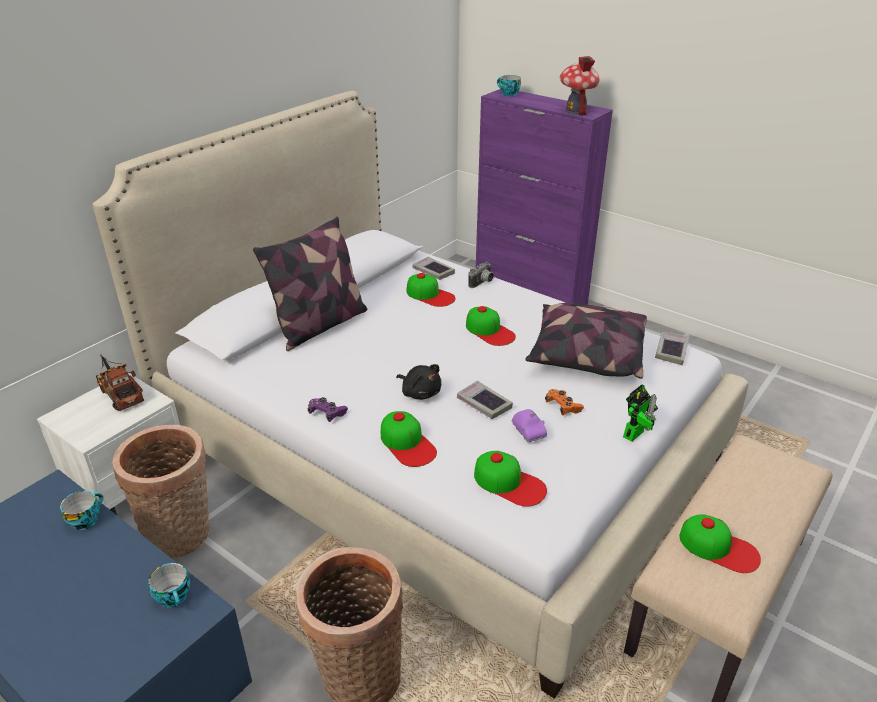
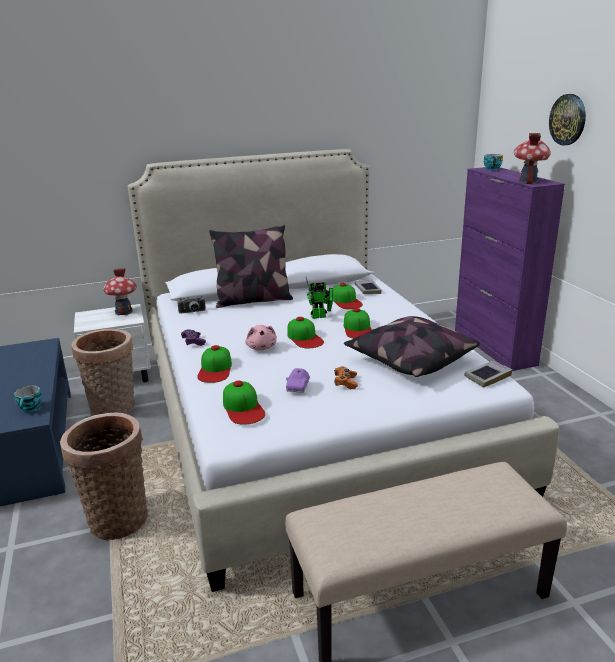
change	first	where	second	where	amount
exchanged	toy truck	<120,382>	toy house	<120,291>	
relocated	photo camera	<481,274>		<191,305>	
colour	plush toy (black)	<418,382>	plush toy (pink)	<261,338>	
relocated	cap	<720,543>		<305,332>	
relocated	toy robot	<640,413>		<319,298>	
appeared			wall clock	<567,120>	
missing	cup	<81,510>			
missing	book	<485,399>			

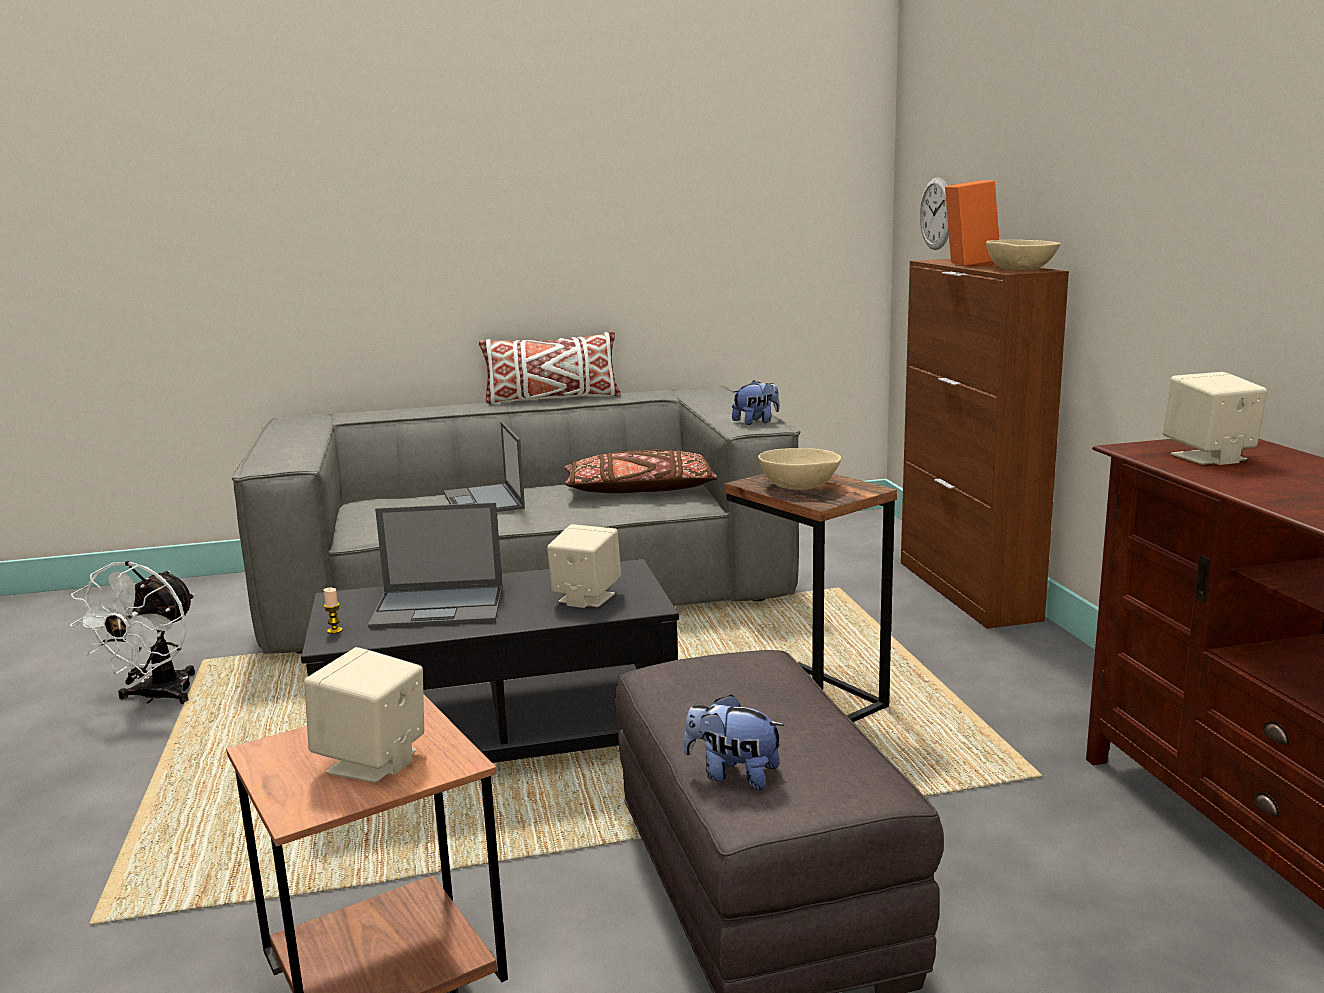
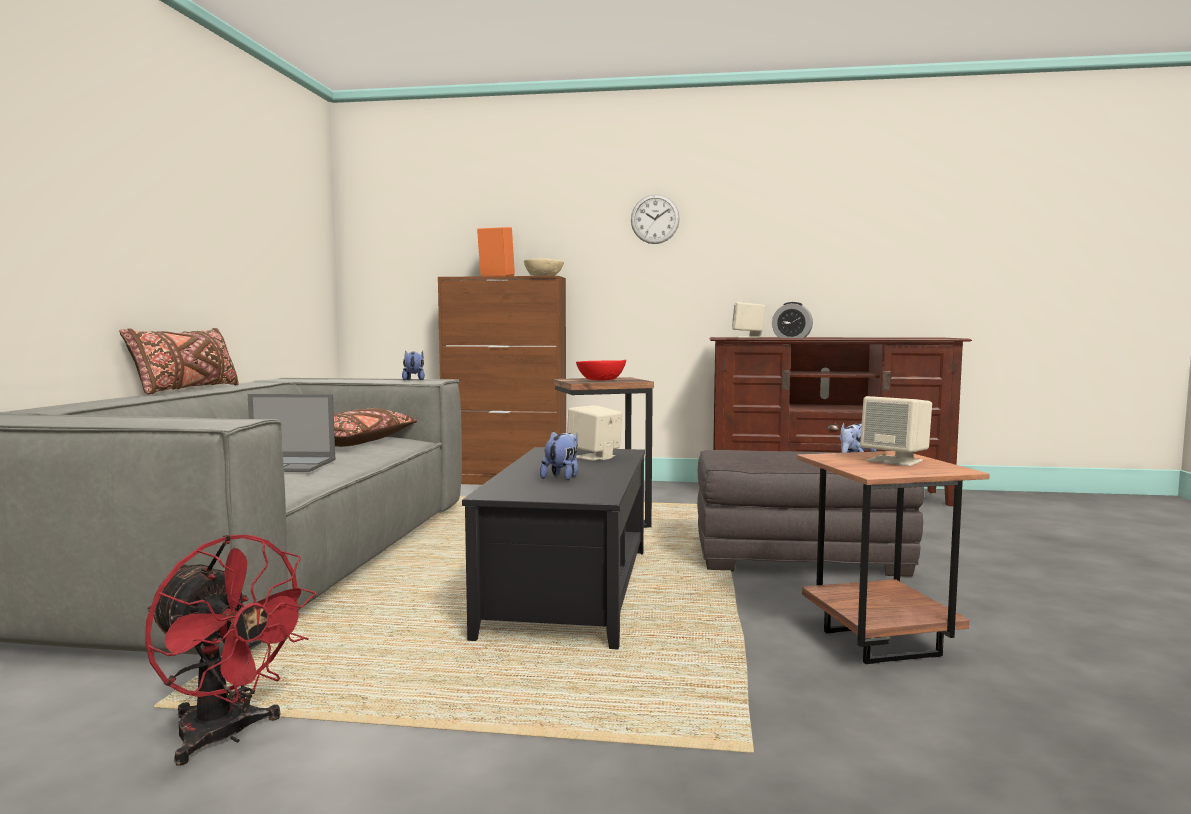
change	first	where	second	where	amount
colour	pillow (white)	<550,367>	pillow (brown)	<179,361>	
colour	fan (white)	<132,632>	fan (red)	<230,650>	
exchanged	laptop	<435,565>	plush toy	<559,455>	
colour	bowl (beige)	<799,469>	bowl (red)	<601,370>	
relocated	wall clock	<934,213>		<655,219>	
appeared			alarm clock	<792,320>	
missing	candle	<333,611>			

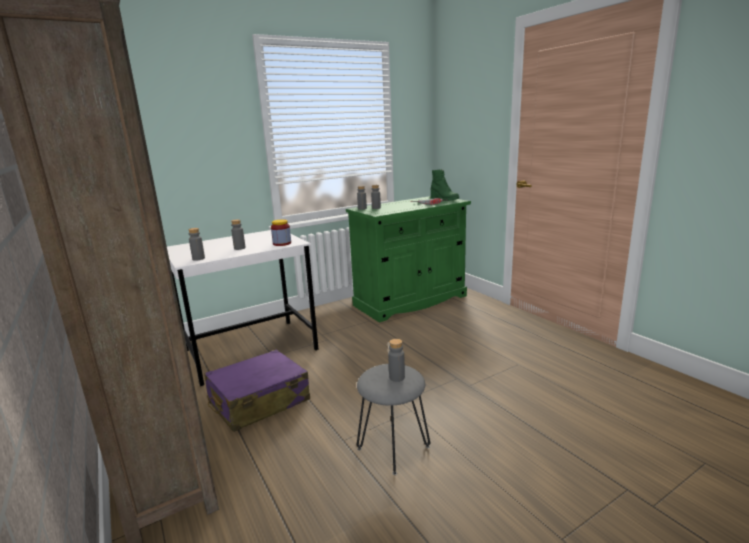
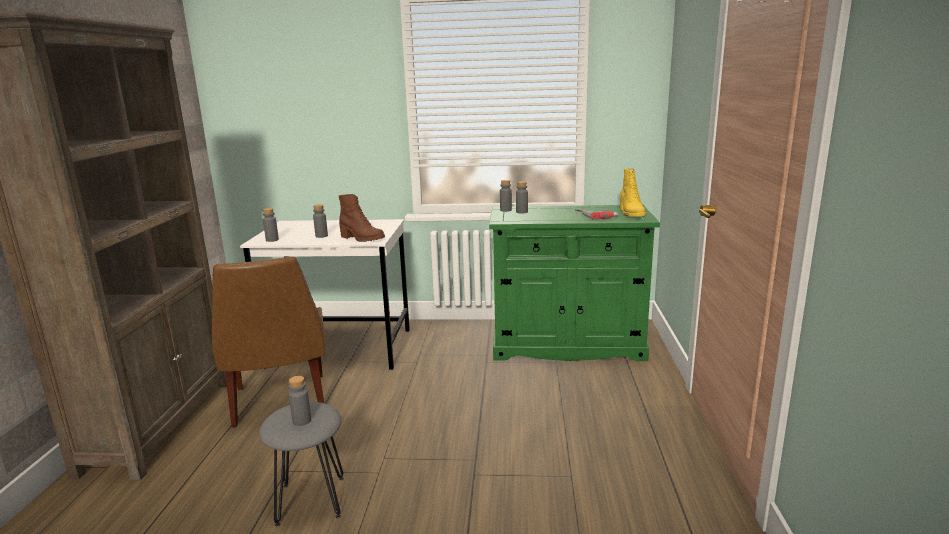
change	first	where	second	where	amount
exchanged	suitcase (purple)	<257,390>	chair (brown)	<268,341>	
exchanged	jar	<281,232>	boot (brown)	<362,218>	
colour	boot (green)	<445,185>	boot (yellow)	<633,193>	

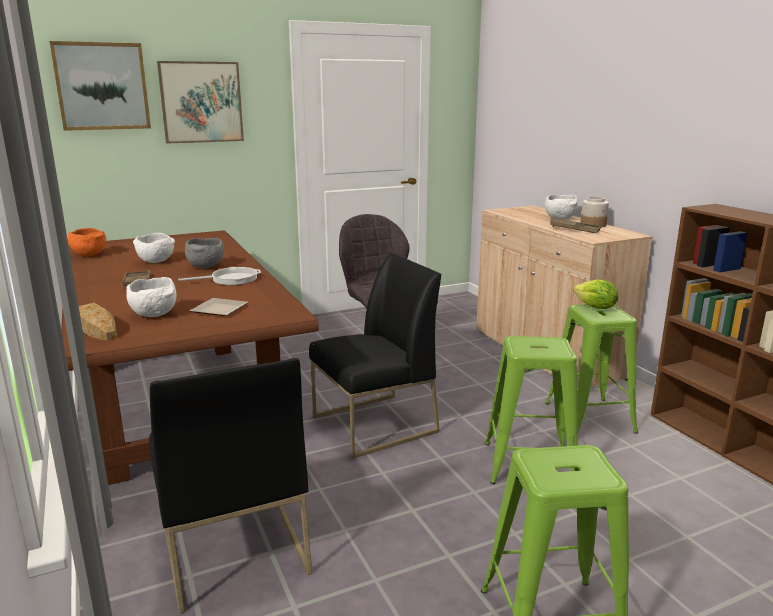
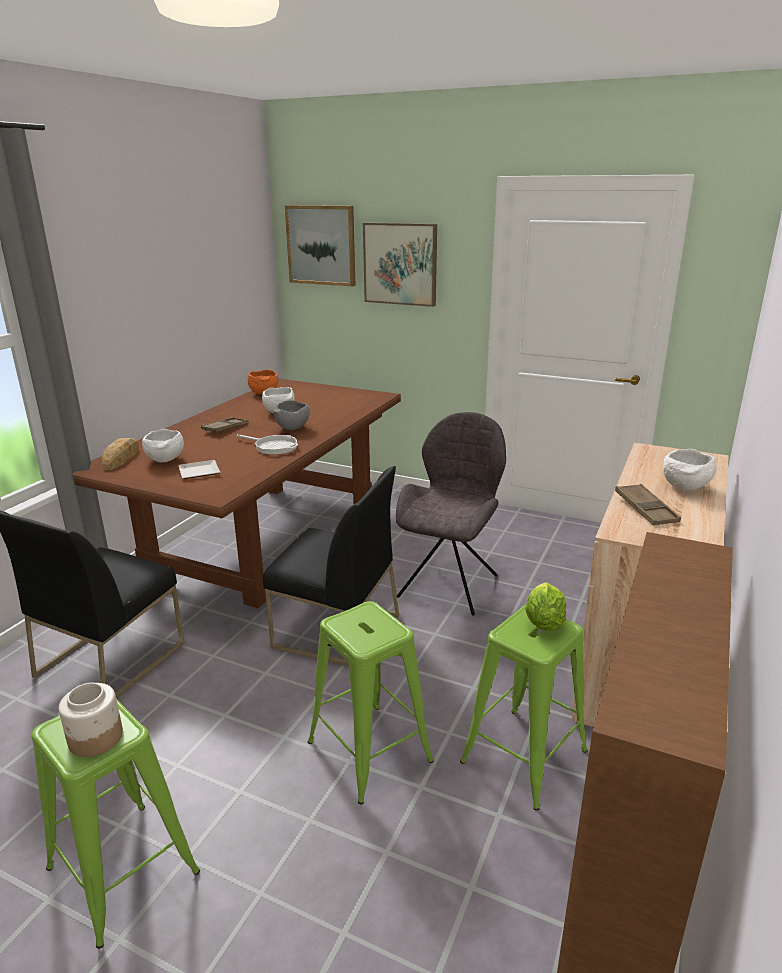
change	first	where	second	where	amount
relocated	jar	<595,212>		<91,720>	

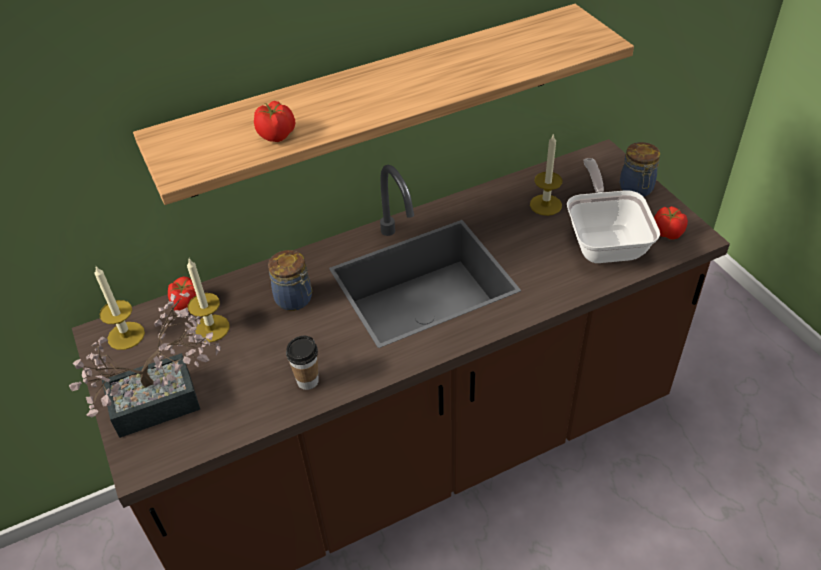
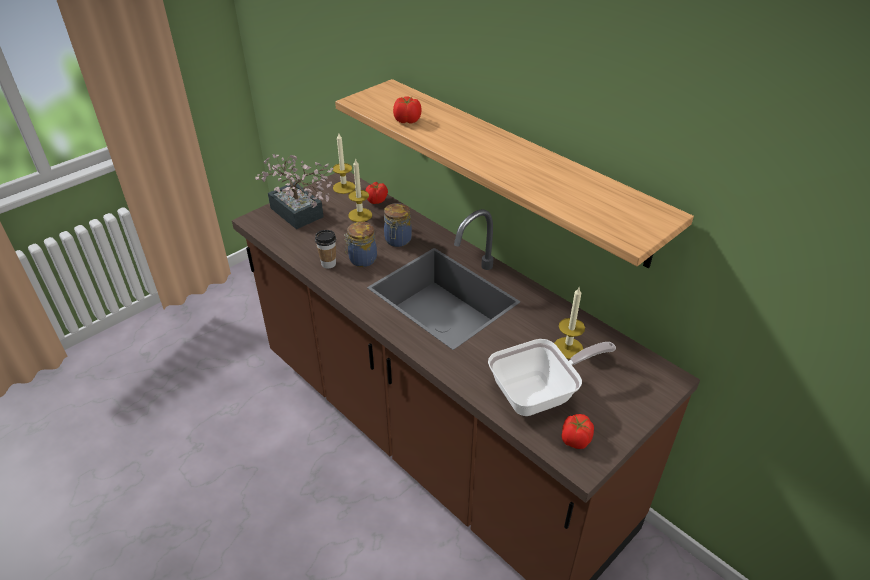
change	first	where	second	where	amount
relocated	jar	<640,169>		<360,244>	

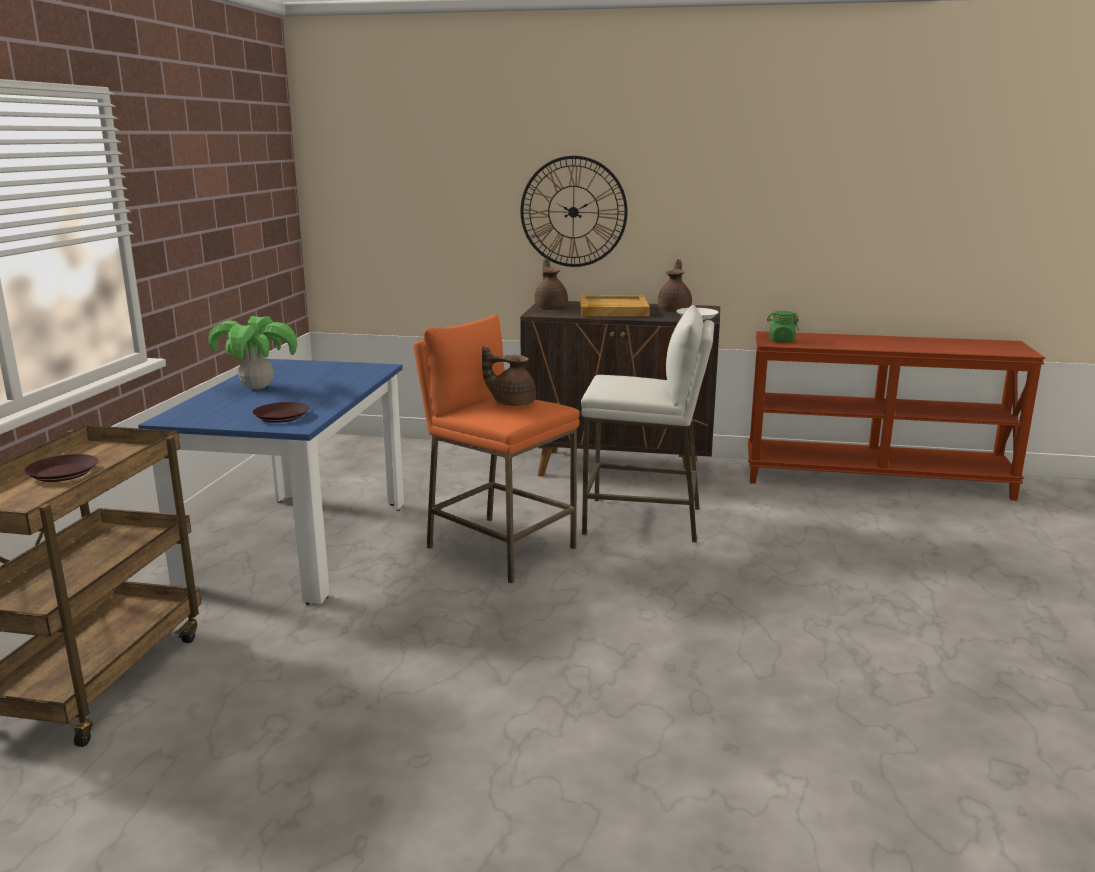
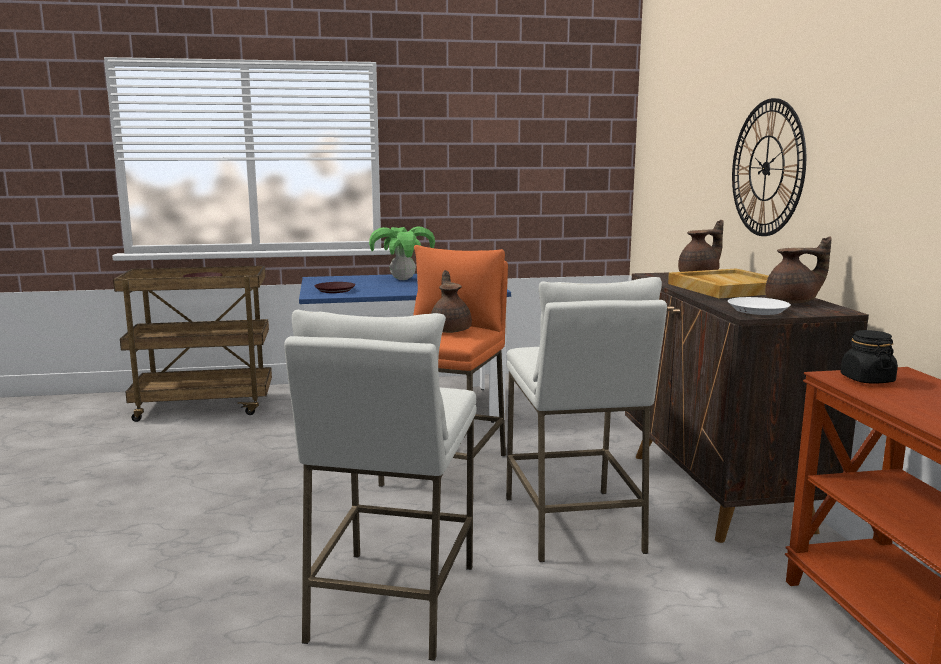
change	first	where	second	where	amount
appeared			stool (white)	<380,485>	
colour	jar (green)	<783,326>	jar (black)	<869,357>	

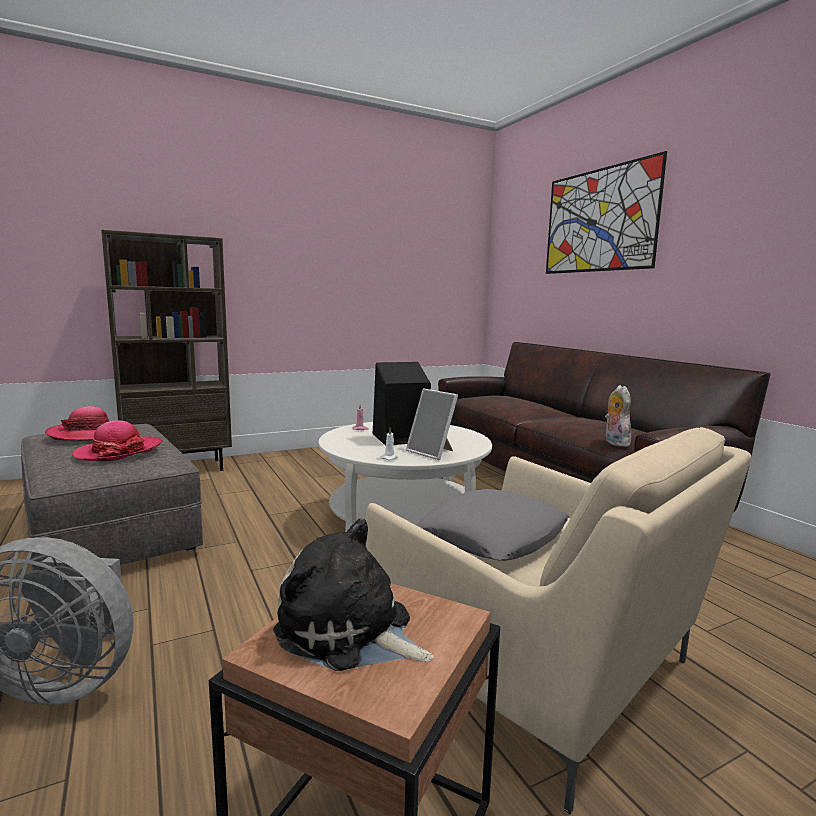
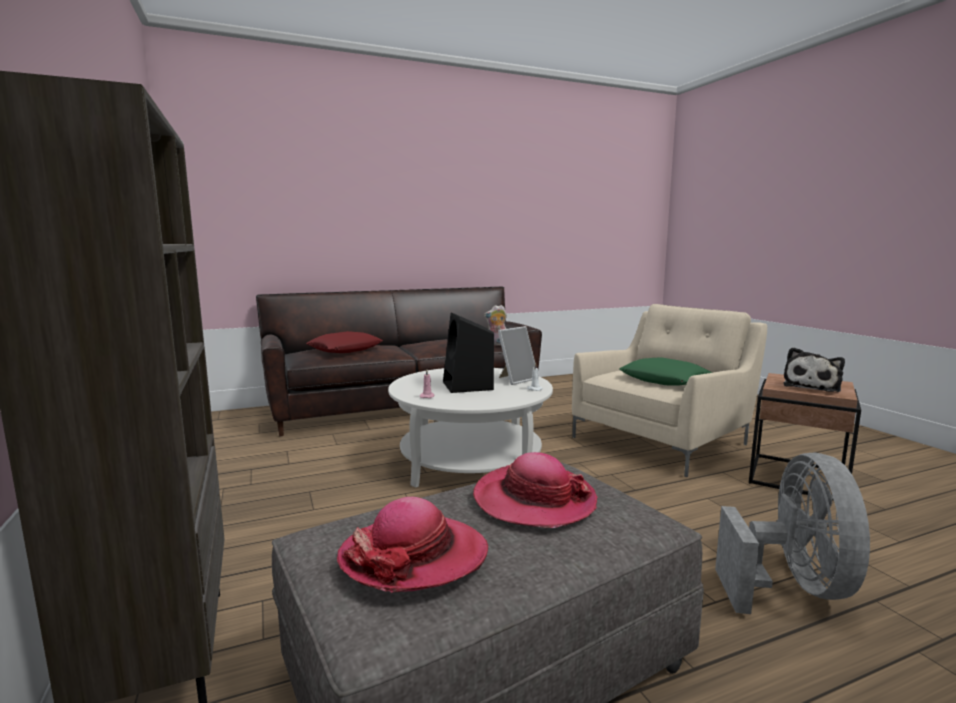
change	first	where	second	where	amount
appeared			pillow (red)	<344,342>	
colour	pillow (grey)	<492,525>	pillow (green)	<665,371>	
missing	picture	<606,212>			

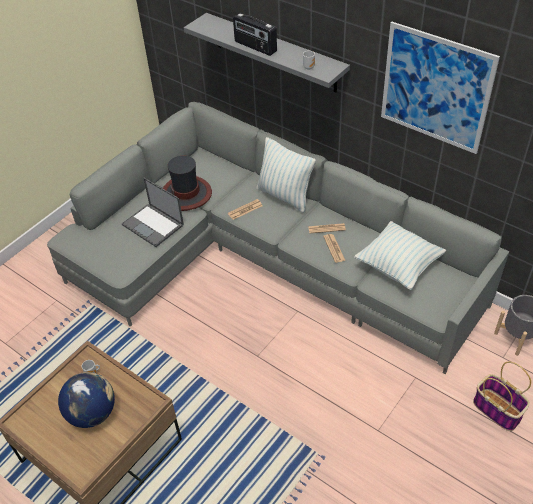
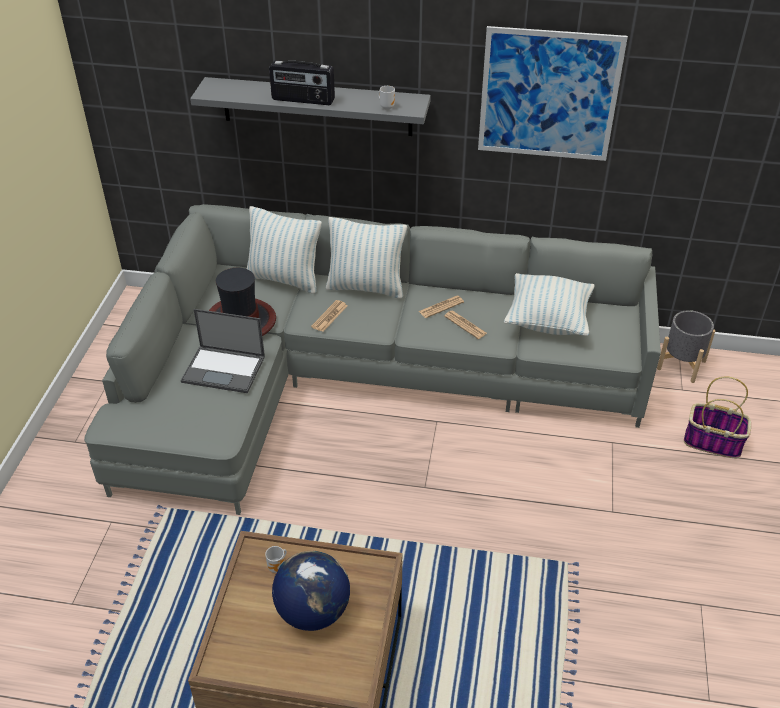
change	first	where	second	where	amount
appeared			pillow	<284,250>	

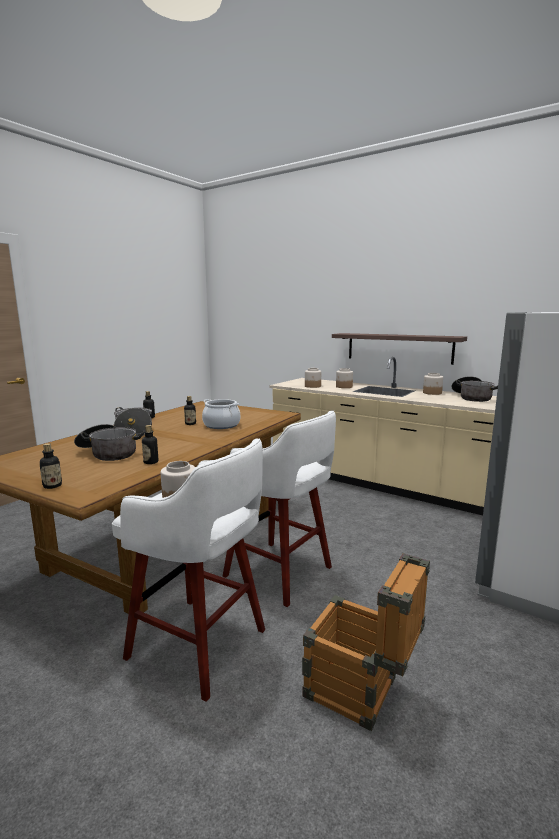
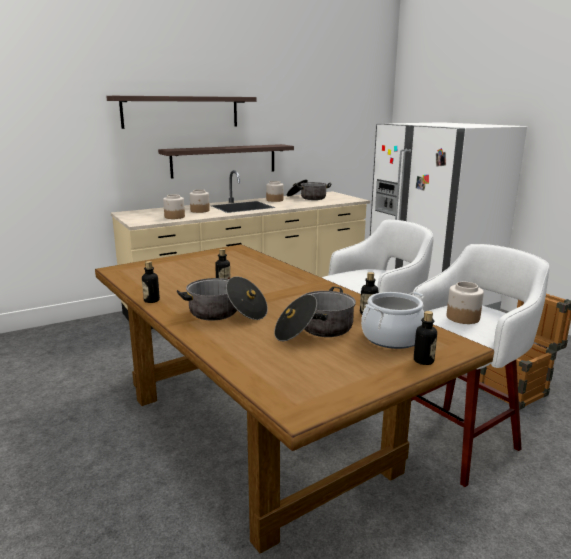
change	first	where	second	where	amount
appeared			shelf	<181,112>	
relocated	cooking pot	<221,414>		<392,320>	

